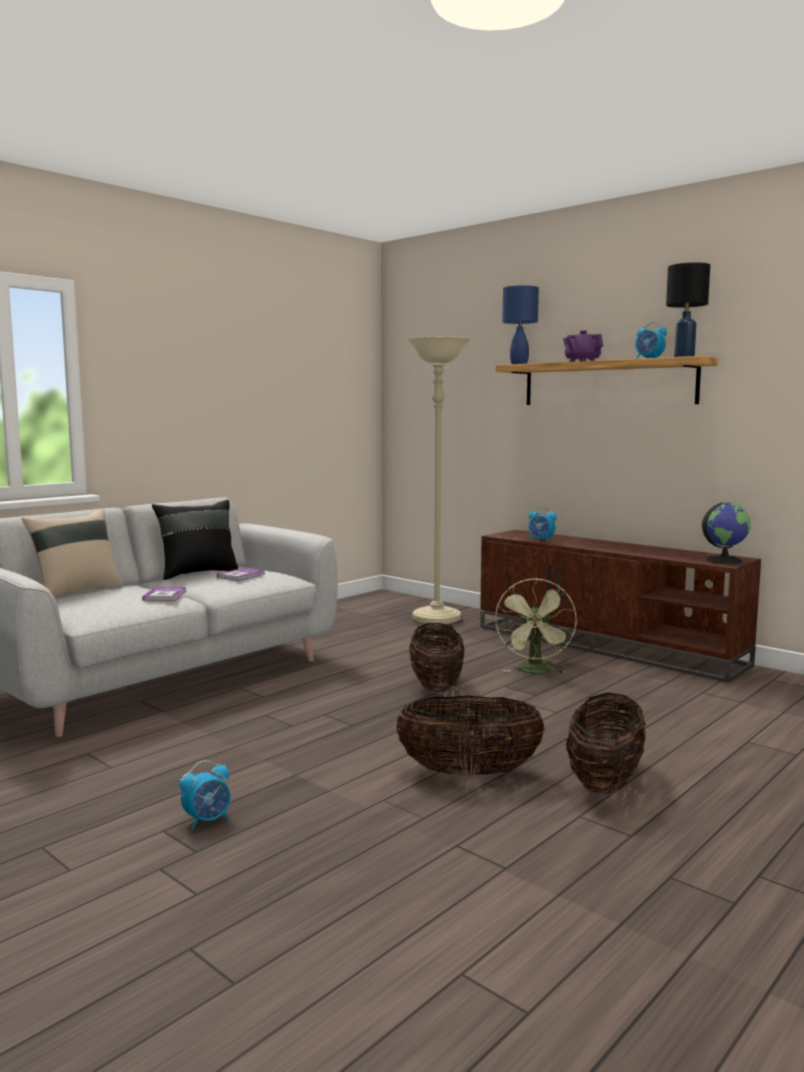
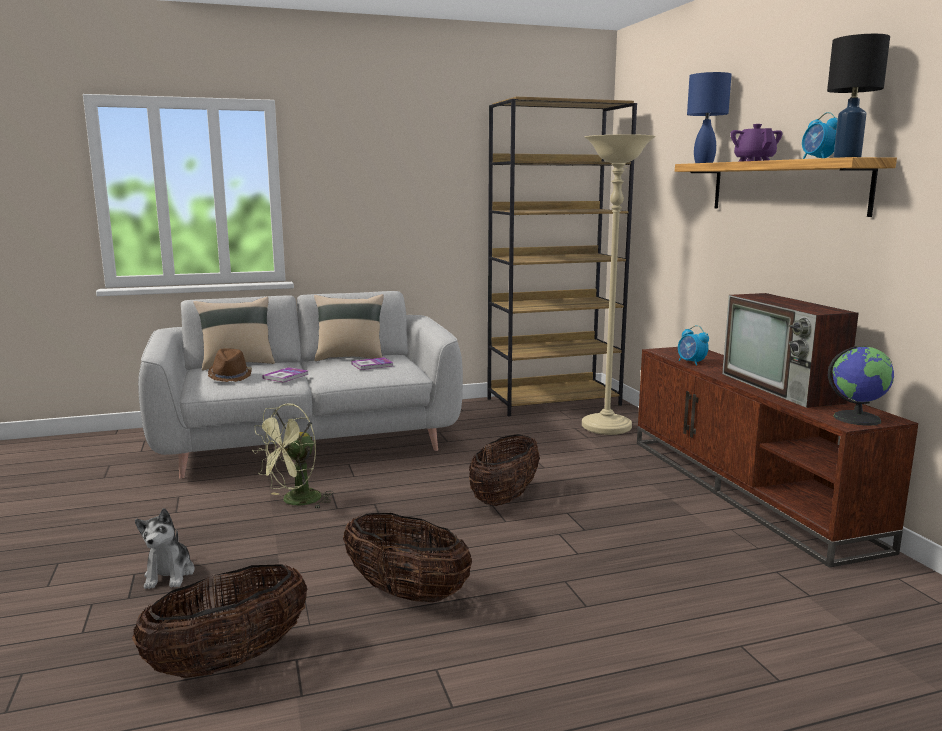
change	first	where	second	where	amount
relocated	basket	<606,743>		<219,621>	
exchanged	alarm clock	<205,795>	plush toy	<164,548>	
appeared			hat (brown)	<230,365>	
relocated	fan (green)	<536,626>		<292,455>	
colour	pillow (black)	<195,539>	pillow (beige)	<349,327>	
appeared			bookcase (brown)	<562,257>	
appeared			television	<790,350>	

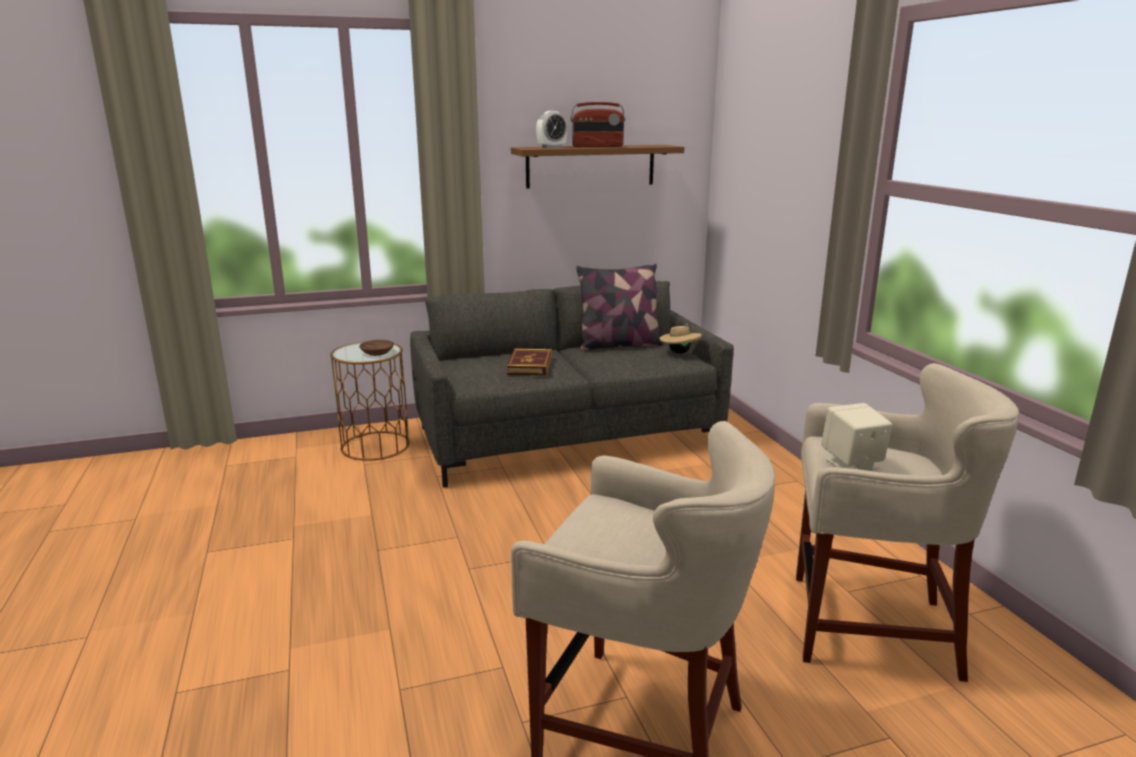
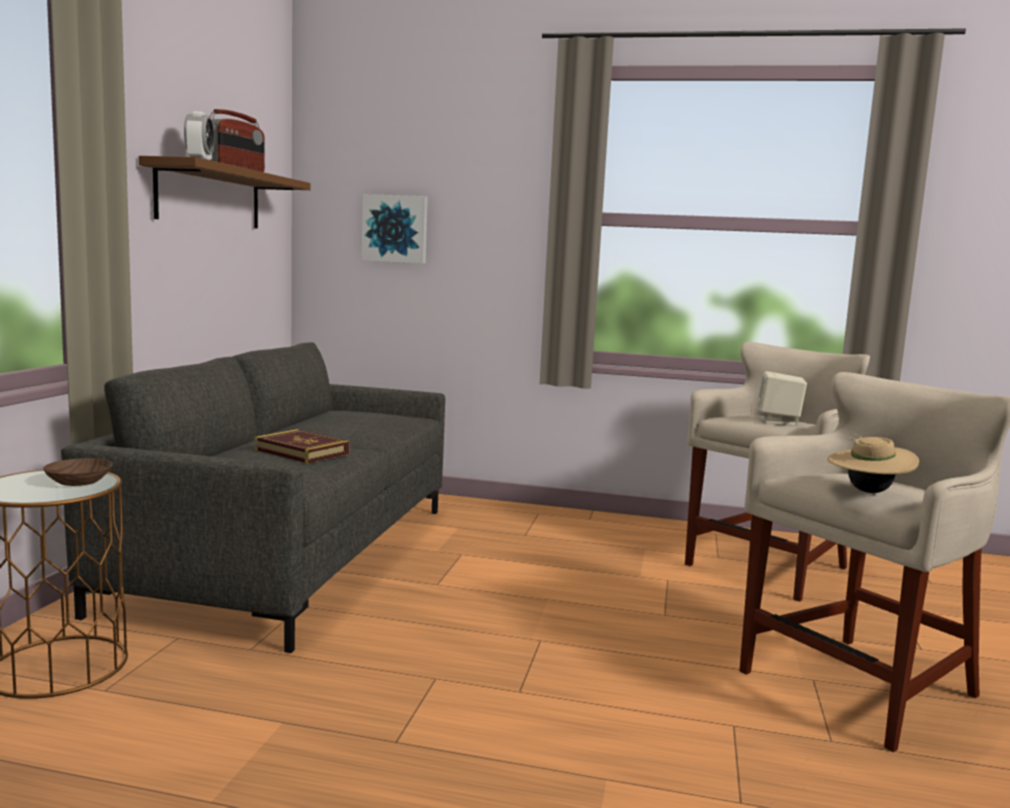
change	first	where	second	where	amount
appeared			picture	<395,229>	
relocated	hat (beige)	<680,338>		<873,463>	
missing	pillow	<619,307>			

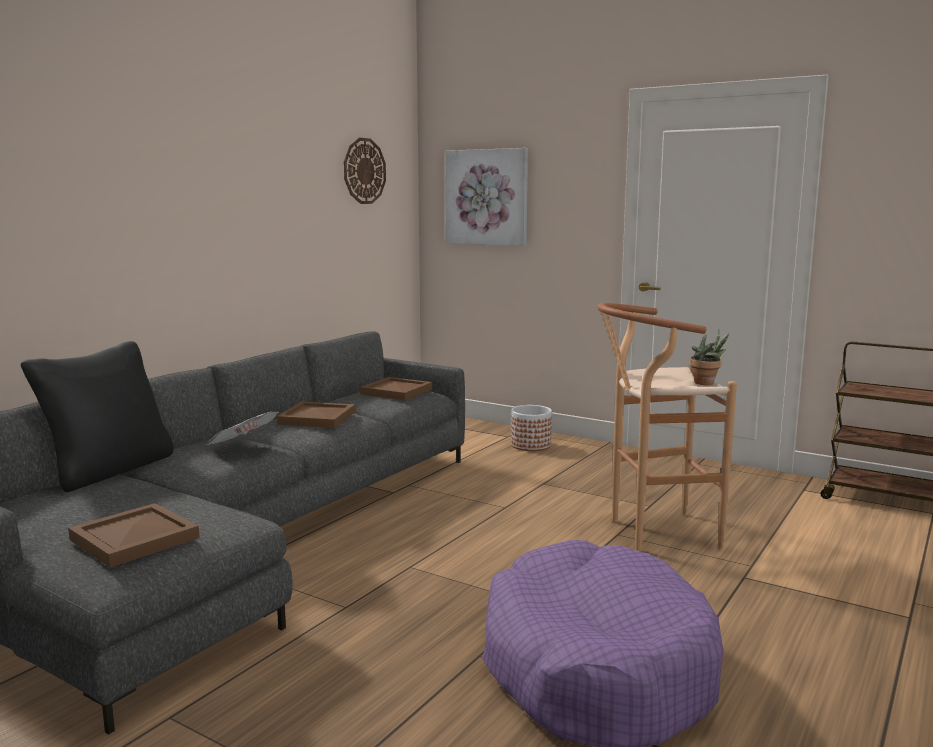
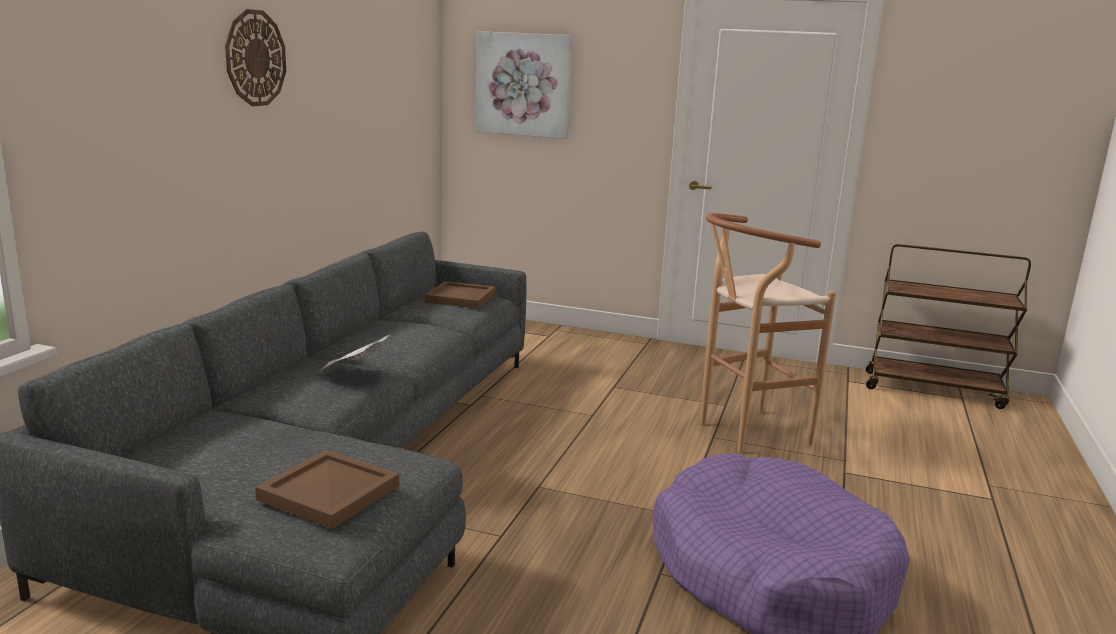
change	first	where	second	where	amount
relocated	wall clock	<365,171>		<255,57>	
missing	pillow (black)	<97,416>			
missing	tray (brown)	<316,415>			
missing	planter	<531,428>			
missing	potted plant	<709,357>			

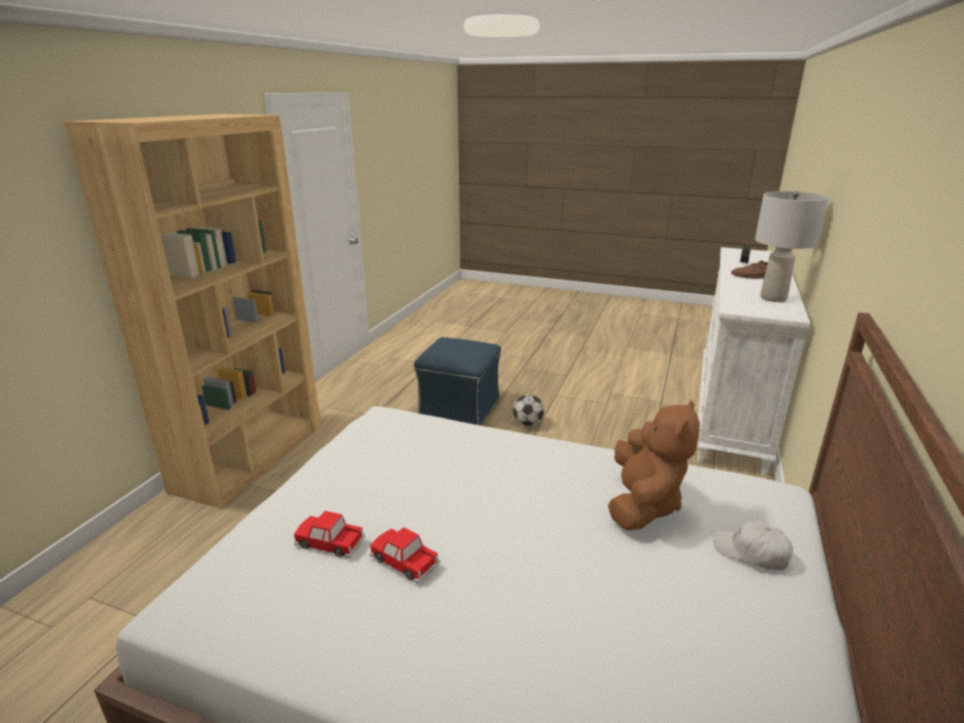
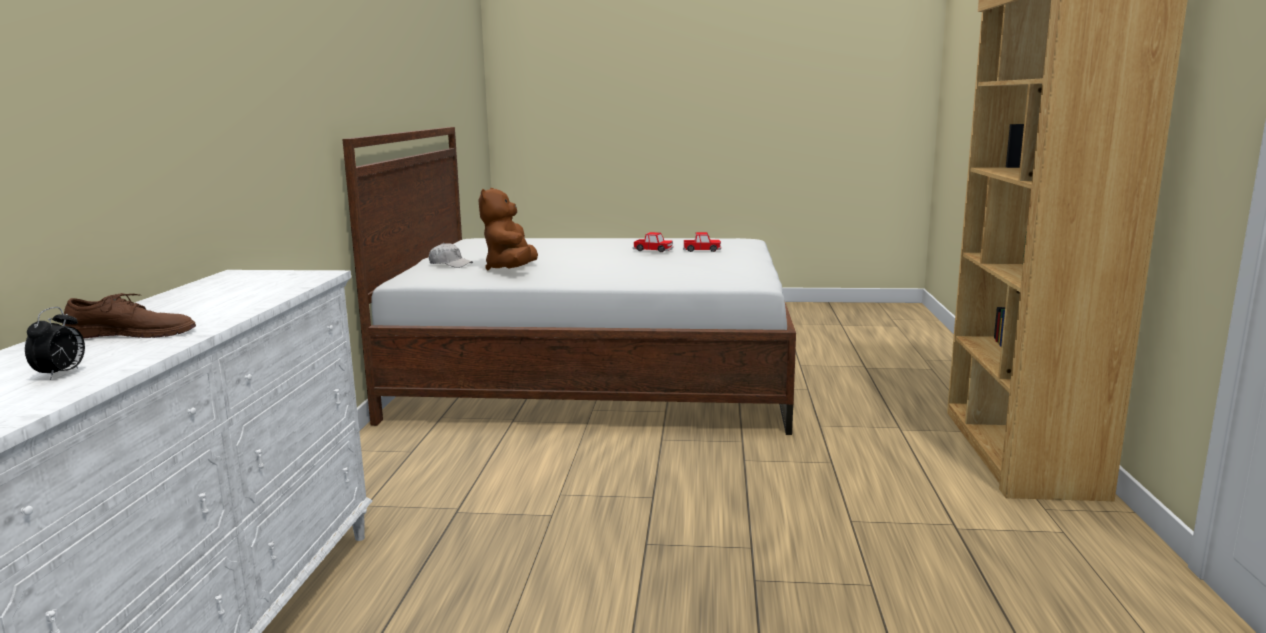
change	first	where	second	where	amount
missing	ottoman (blue)	<457,381>			
missing	football	<528,410>			
missing	table lamp (grey)	<792,246>			

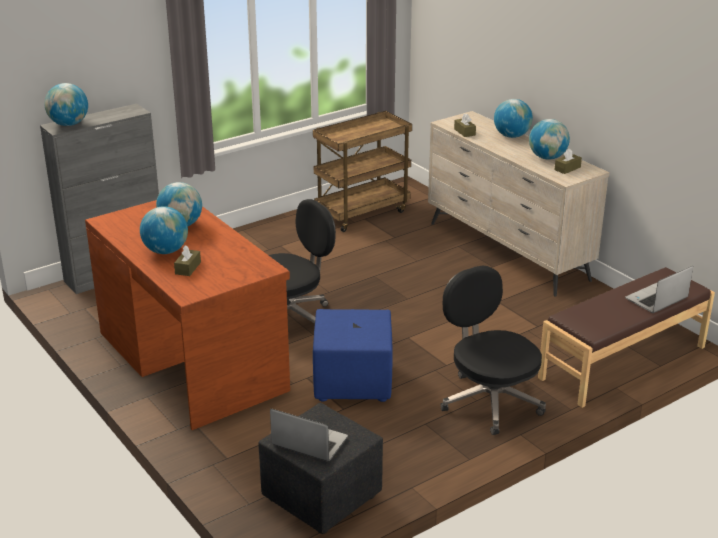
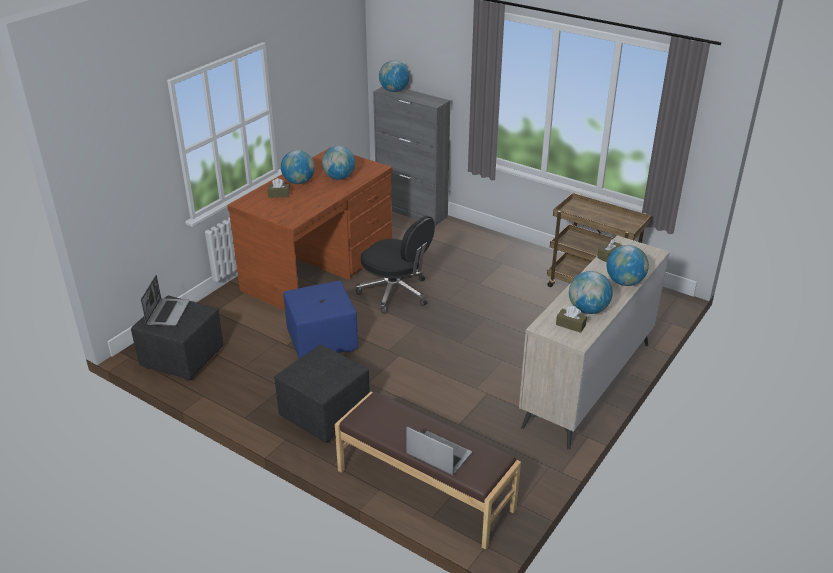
change	first	where	second	where	amount
exchanged	office chair (black)	<493,350>	ottoman (black)	<322,393>	

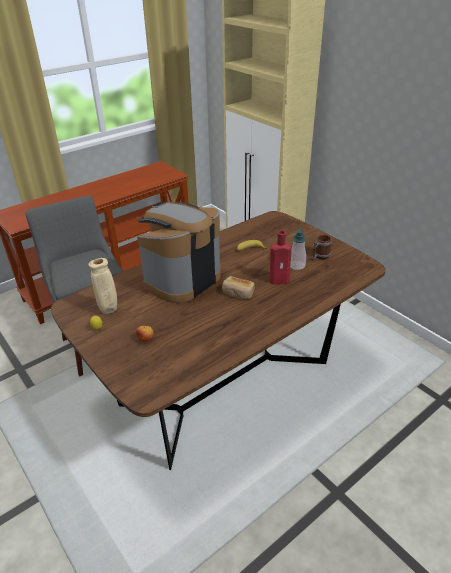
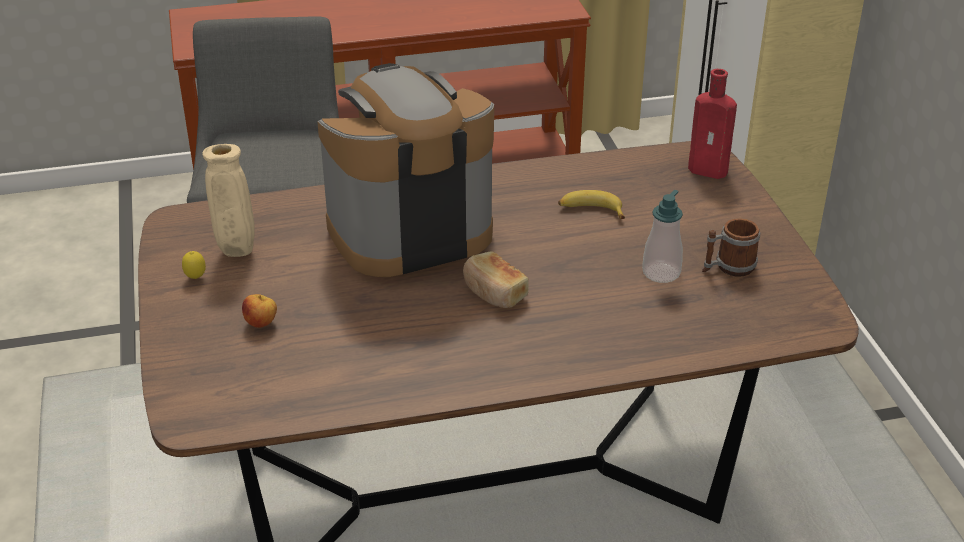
change	first	where	second	where	amount
relocated	bottle (red)	<280,257>		<712,124>	

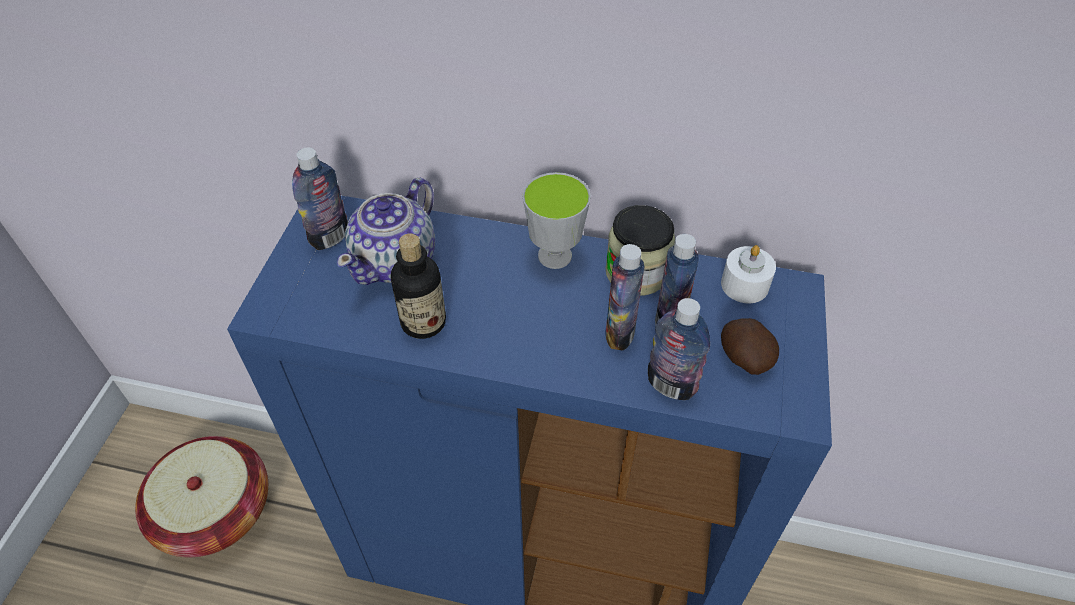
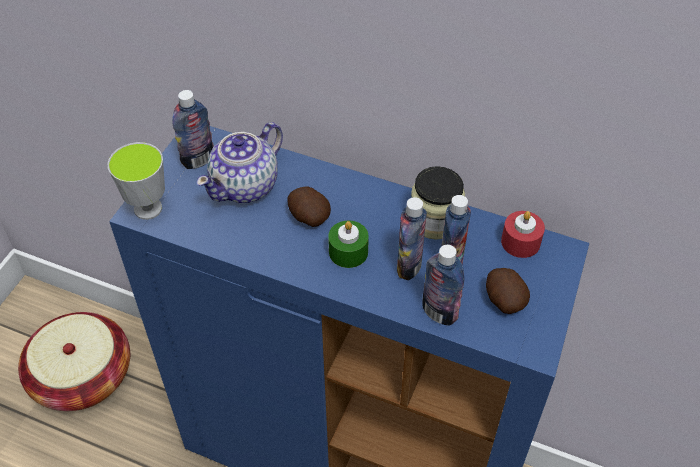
change	first	where	second	where	amount
relocated	cup	<556,220>		<136,181>	
appeared			potato	<309,207>	
appeared			candle (green)	<348,244>	
colour	candle (white)	<748,274>	candle (red)	<523,234>	
missing	bottle	<418,286>			

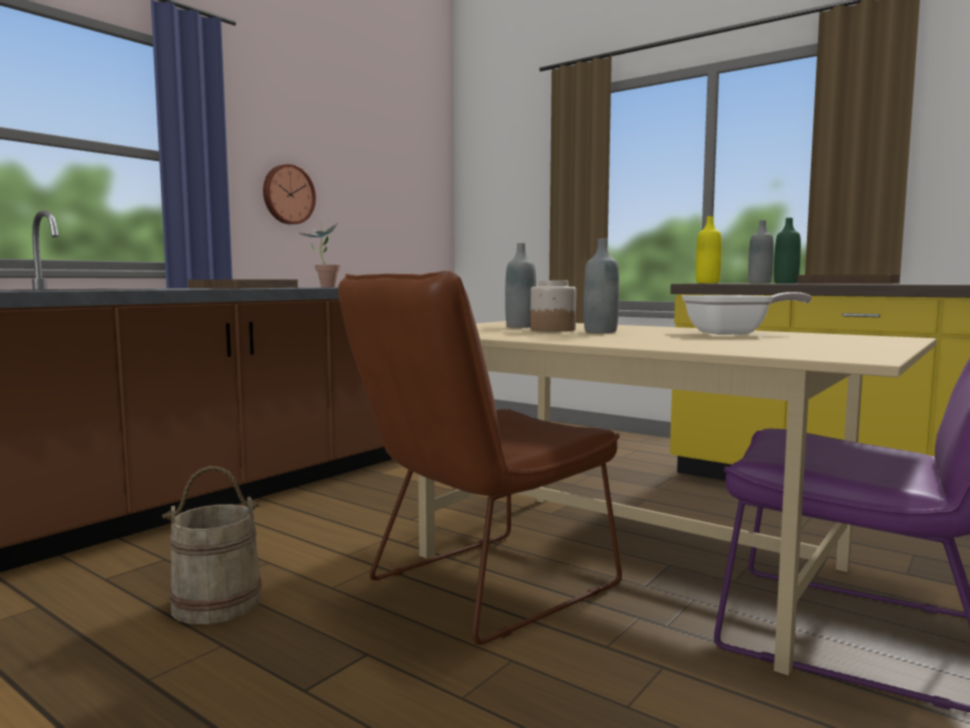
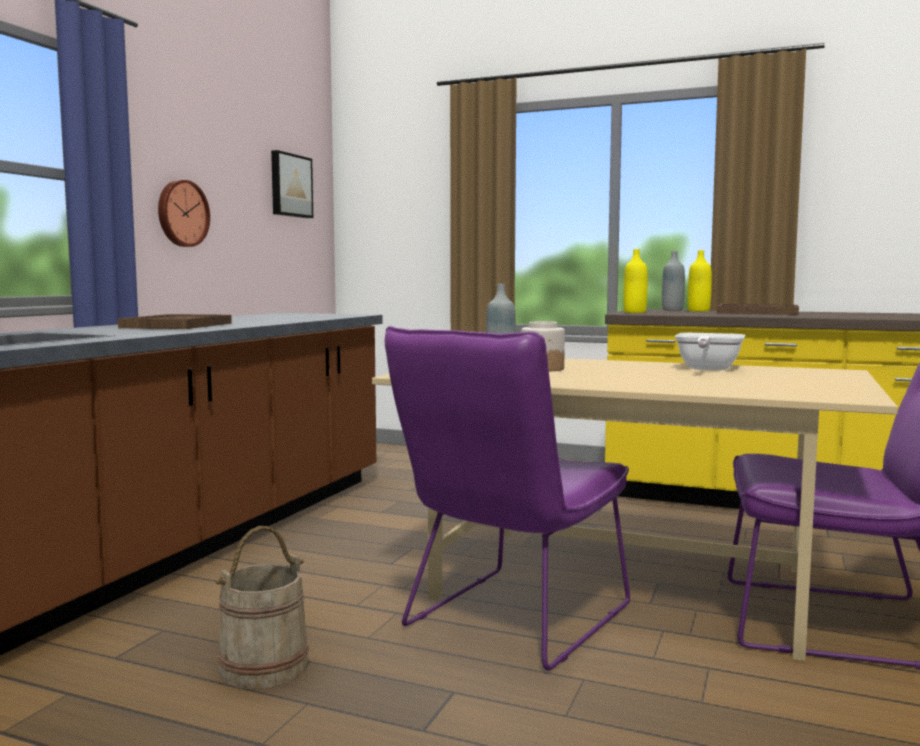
change	first	where	second	where	amount
appeared			picture	<292,184>	
colour	chair (brown)	<480,458>	chair (purple)	<507,498>	
spun	frying pan	<747,313>		<710,351>	135 degrees clockwise
colour	bottle (green)	<787,250>	bottle (yellow)	<700,280>	
missing	potted plant	<319,254>			
missing	bottle (grey)	<601,286>			

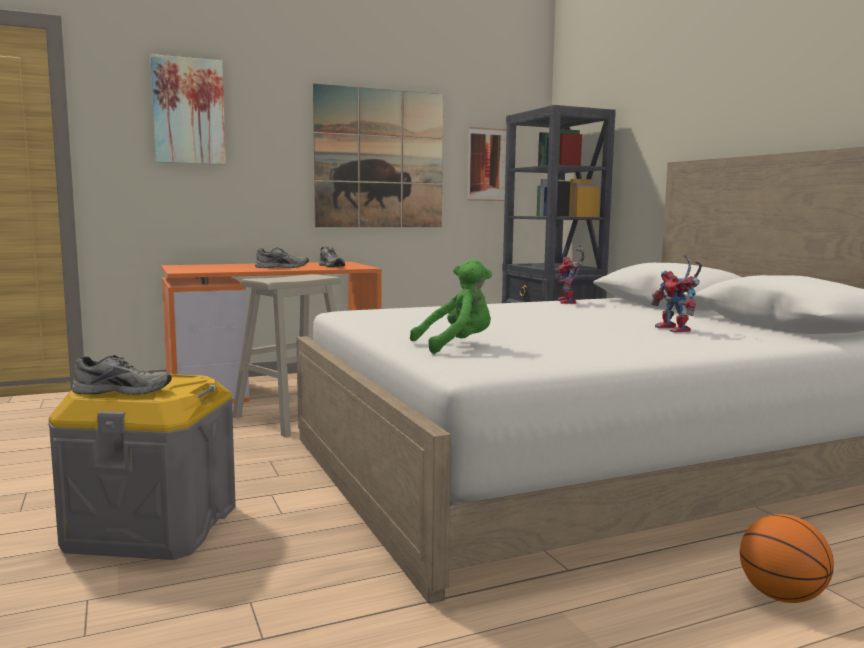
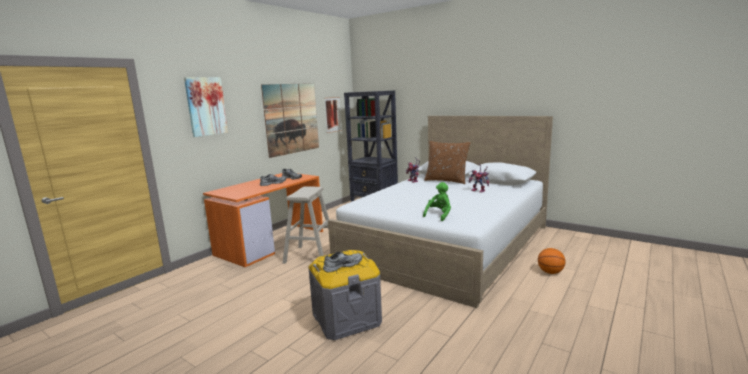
change	first	where	second	where	amount
appeared			pillow (brown)	<447,162>	

